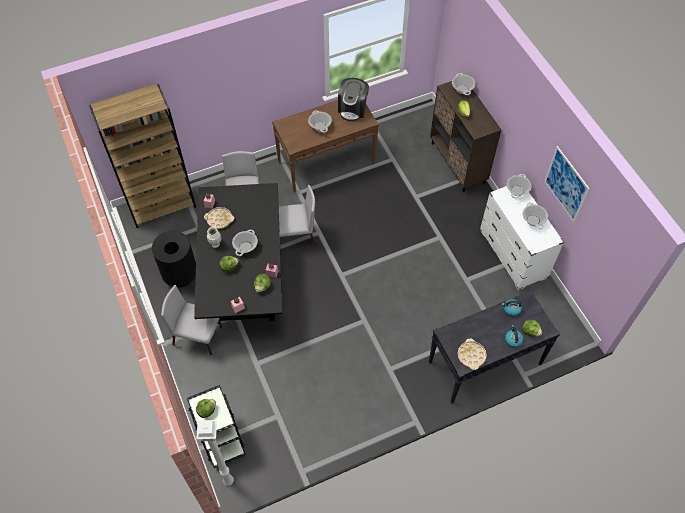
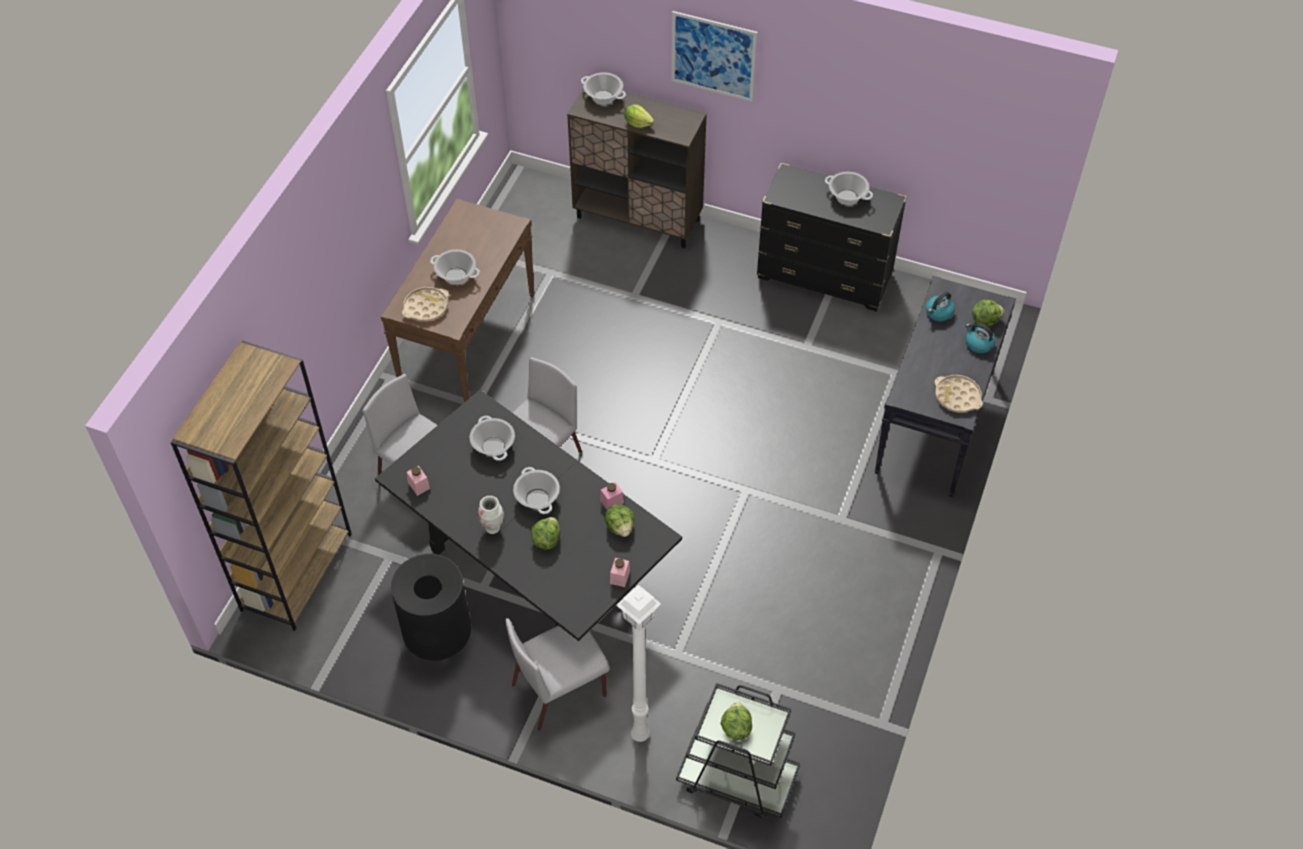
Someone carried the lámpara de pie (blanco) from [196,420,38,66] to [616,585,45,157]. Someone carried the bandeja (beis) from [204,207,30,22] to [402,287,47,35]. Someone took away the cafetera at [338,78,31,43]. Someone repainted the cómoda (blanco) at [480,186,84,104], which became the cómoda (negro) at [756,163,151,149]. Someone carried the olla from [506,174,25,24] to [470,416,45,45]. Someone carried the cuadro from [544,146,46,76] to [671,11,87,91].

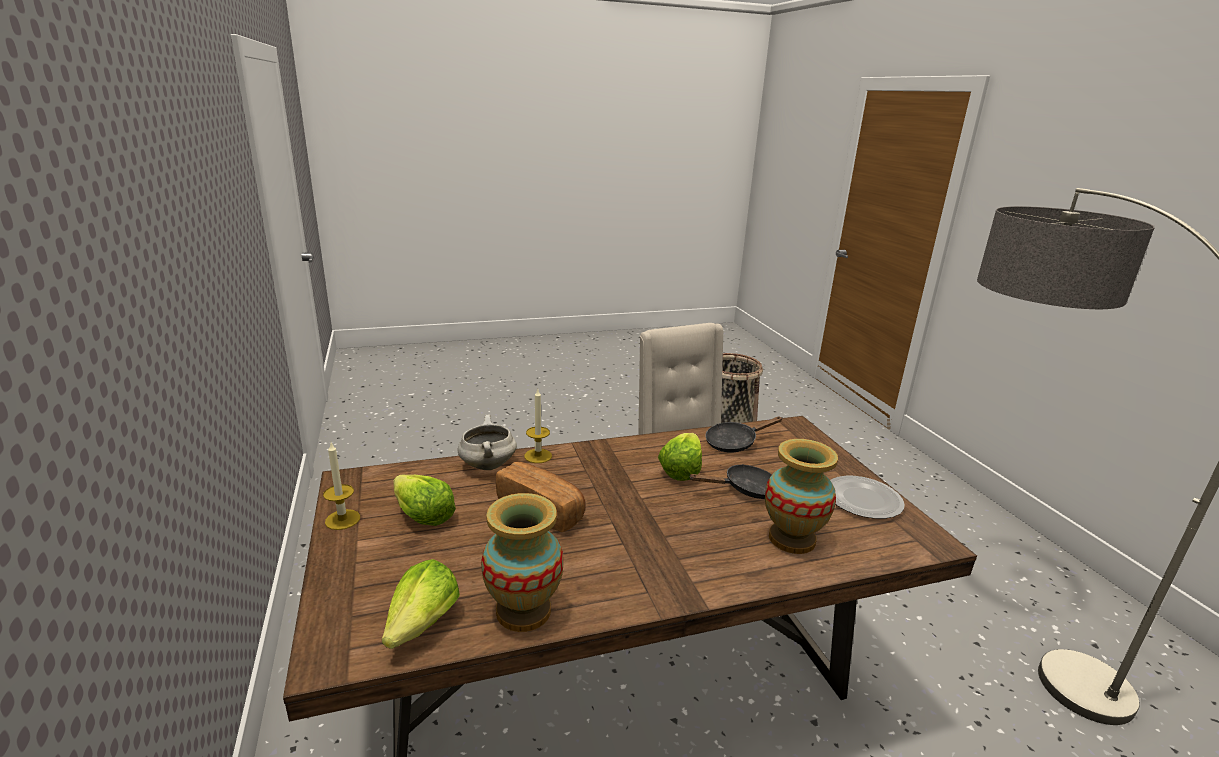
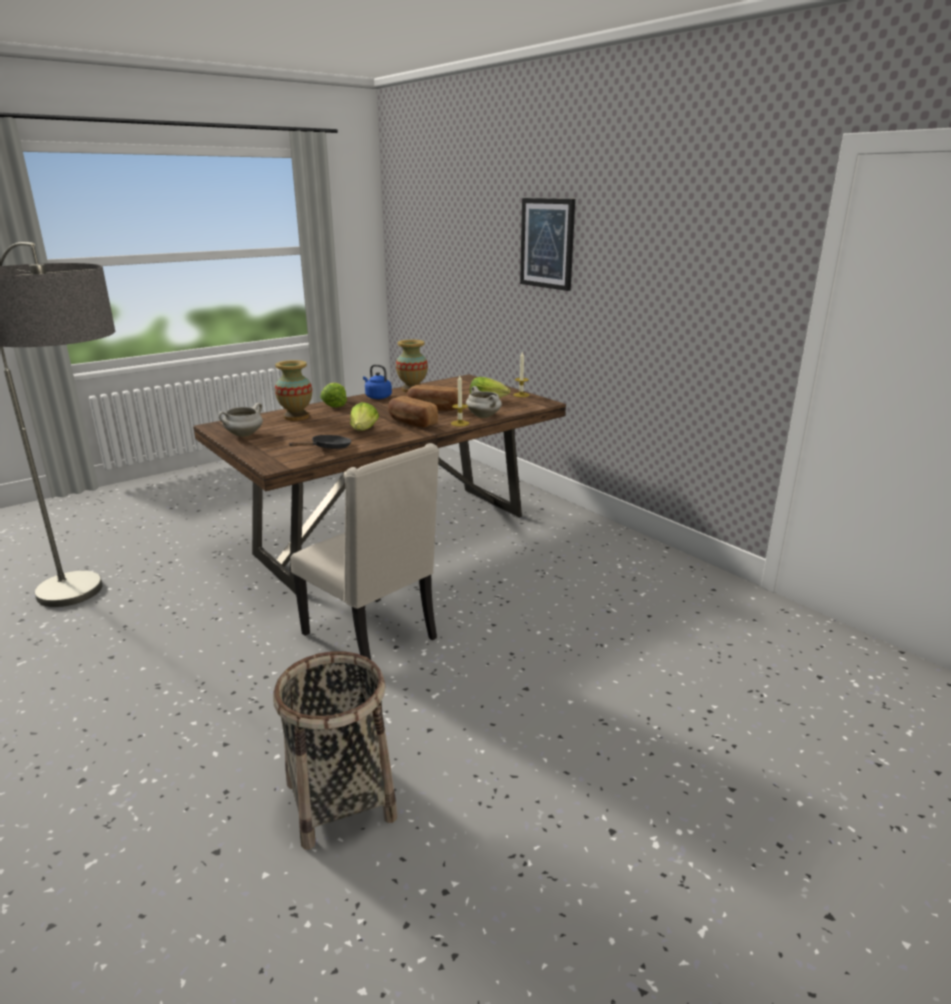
Someone carried the lechuga from [382,559,78,90] to [320,383,27,25]. Someone took away the sartén (negro) at [689,464,83,35]. Someone swapped the plato at [830,476,75,43] for the olla (blanco) at [218,403,45,34]. Someone put down the hervidor (azul) at [363,364,29,35]. Someone put down the pan at [388,396,50,32]. Someone put up the cuadro at [520,198,55,93].

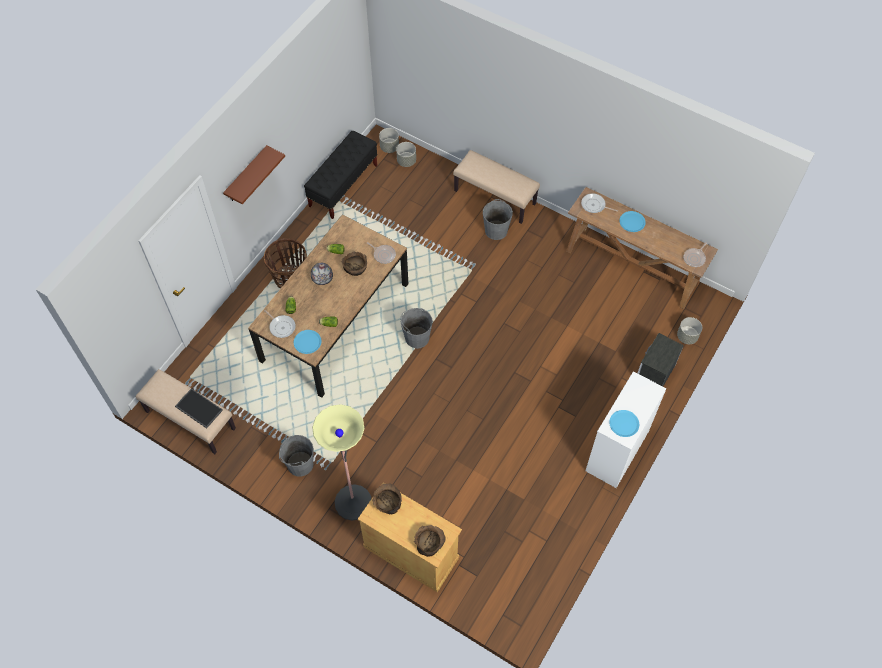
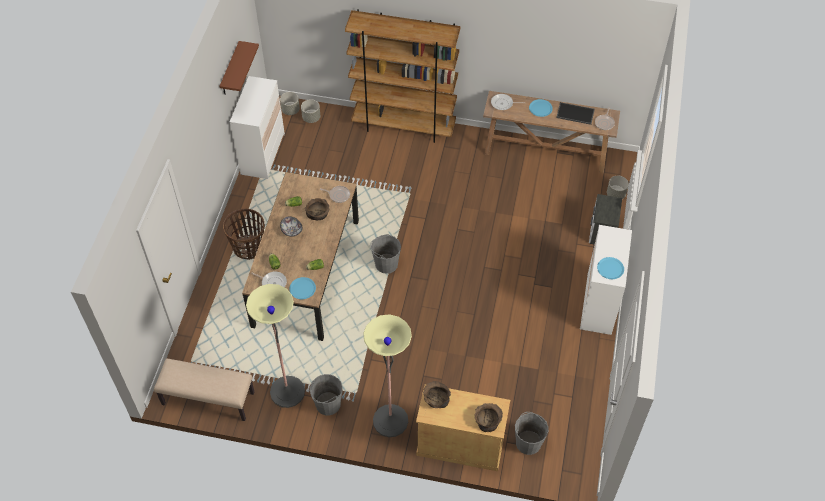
Someone carried the bandeja from [175,388,48,41] to [556,102,39,23]. Someone carried the estante (marrón) from [223,145,62,59] to [219,41,40,54]. Someone swapped the banco (negro) at [304,131,74,88] for the cómoda (blanco) at [230,76,55,103]. Someone swapped the banco (beis) at [453,150,87,74] for the estantería (marrón) at [345,9,115,134]. Someone carried the cubo (gris) from [483,199,30,41] to [515,412,33,43]. Someone put down the lámpara de pie at [246,284,59,124].

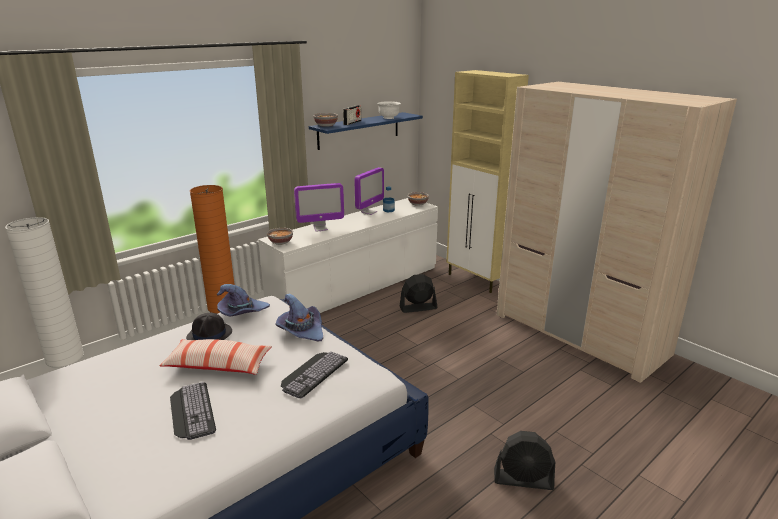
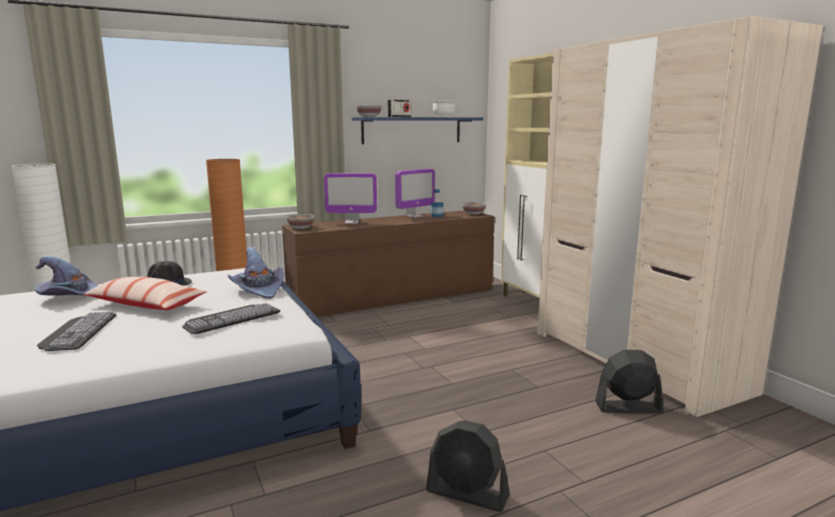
Someone carried the sombrero (morado) from [217,284,53,32] to [35,256,64,40]. Someone repainted the cómoda (blanco) at [258,198,180,115], which became the cómoda (marrón) at [282,211,213,106]. Someone carried the ventilador (negro) from [399,274,39,39] to [595,350,69,64].

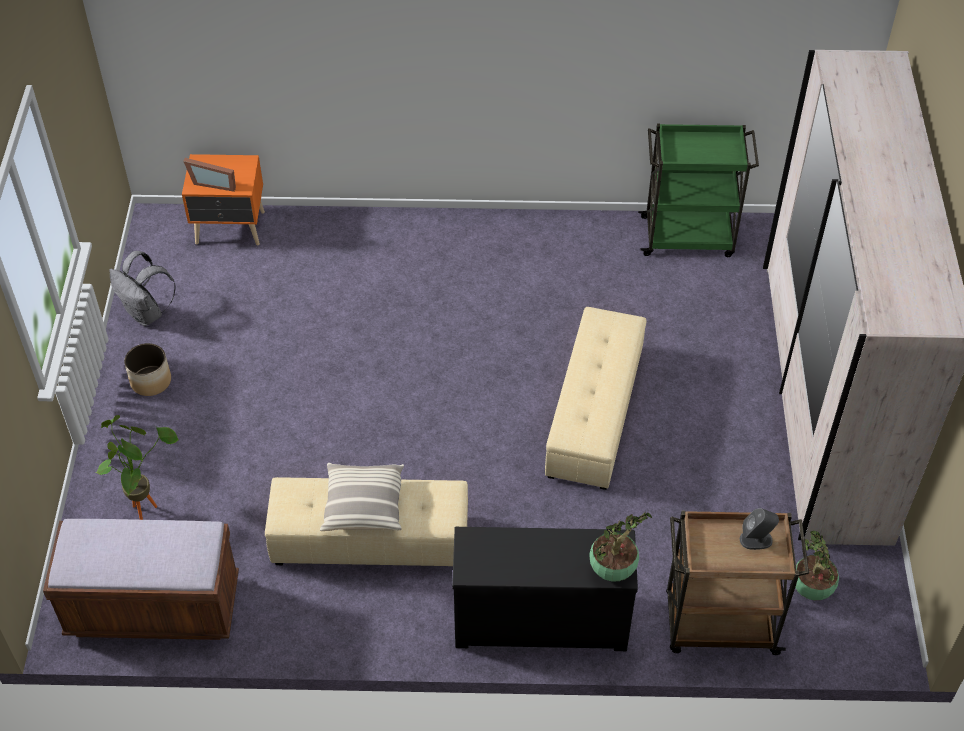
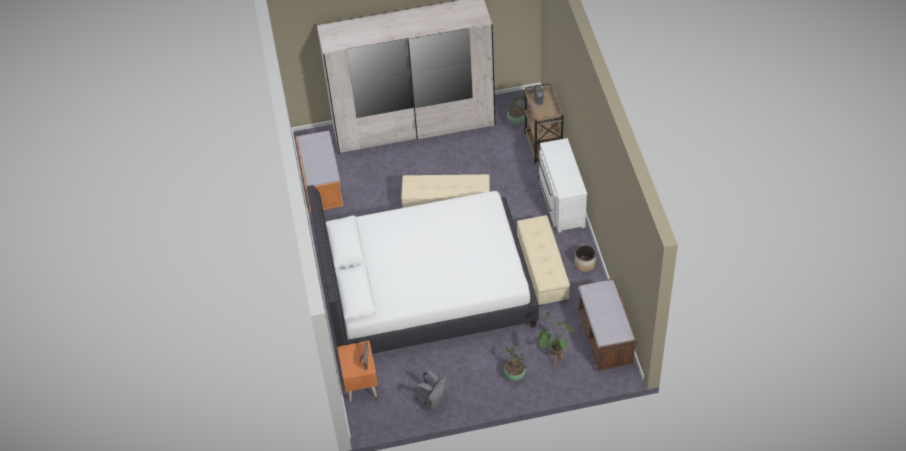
Someone carried the maceta from [124,343,47,53] to [575,245,21,27]. Someone took away the cojín at [320,463,84,68]. Someone repainted the cómoda (negro) at [452,527,186,124], which became the cómoda (blanco) at [538,138,49,95]. Someone carried the planta en maceta from [589,513,63,68] to [504,345,23,36]. Someone swapped the carrito (verde) at [638,123,121,134] for the banco (naranja) at [296,130,48,82]. Someone put down the cama (blanco) at [307,185,232,169].

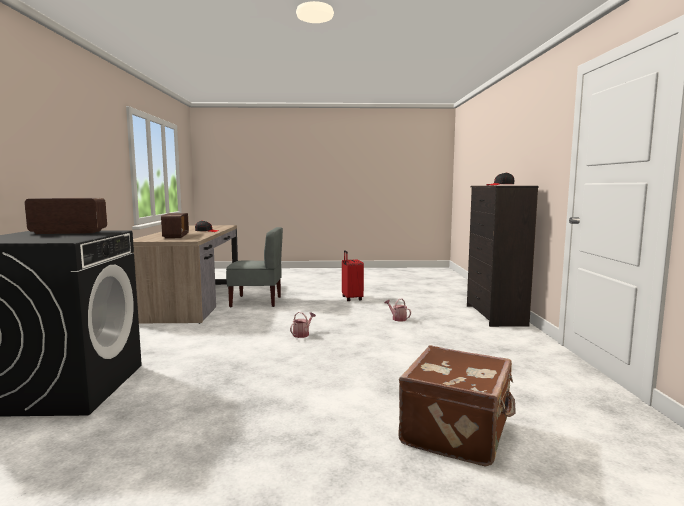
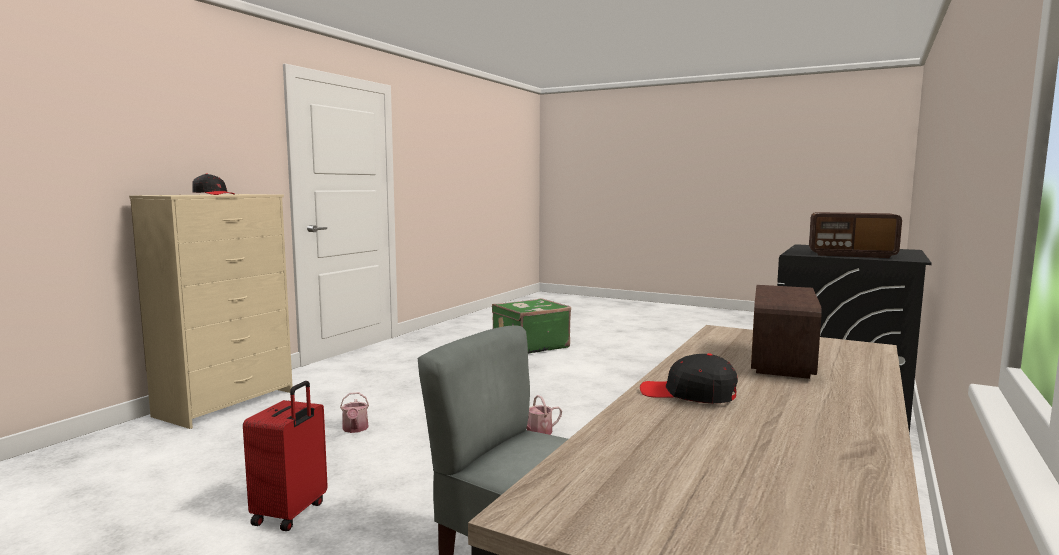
Someone repainted the maleta (marrón) at [398,345,118,122], which became the maleta (verde) at [492,298,79,56]. Someone repainted the cómoda (negro) at [467,186,72,141], which became the cómoda (beis) at [129,194,164,235].

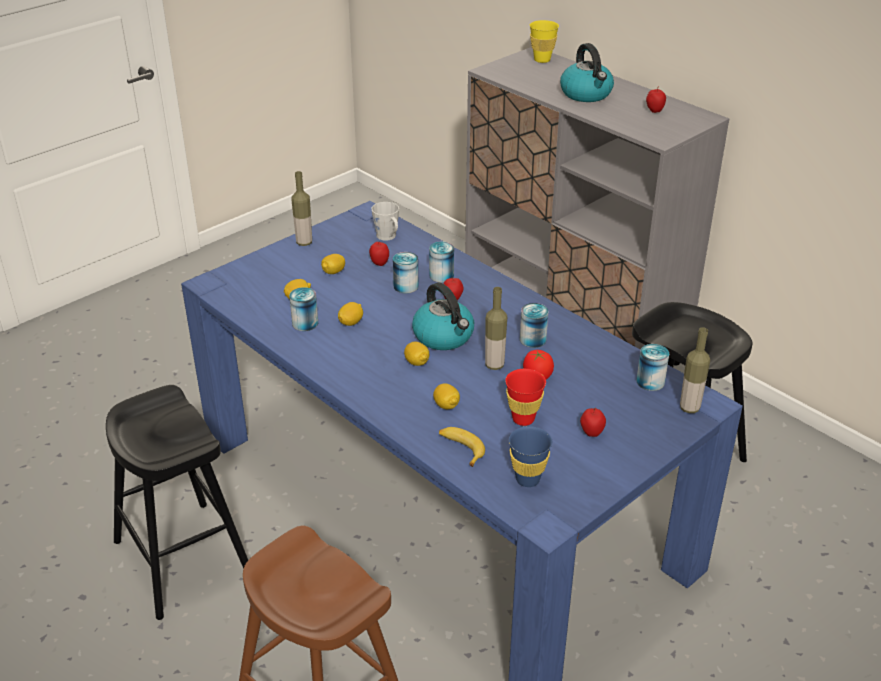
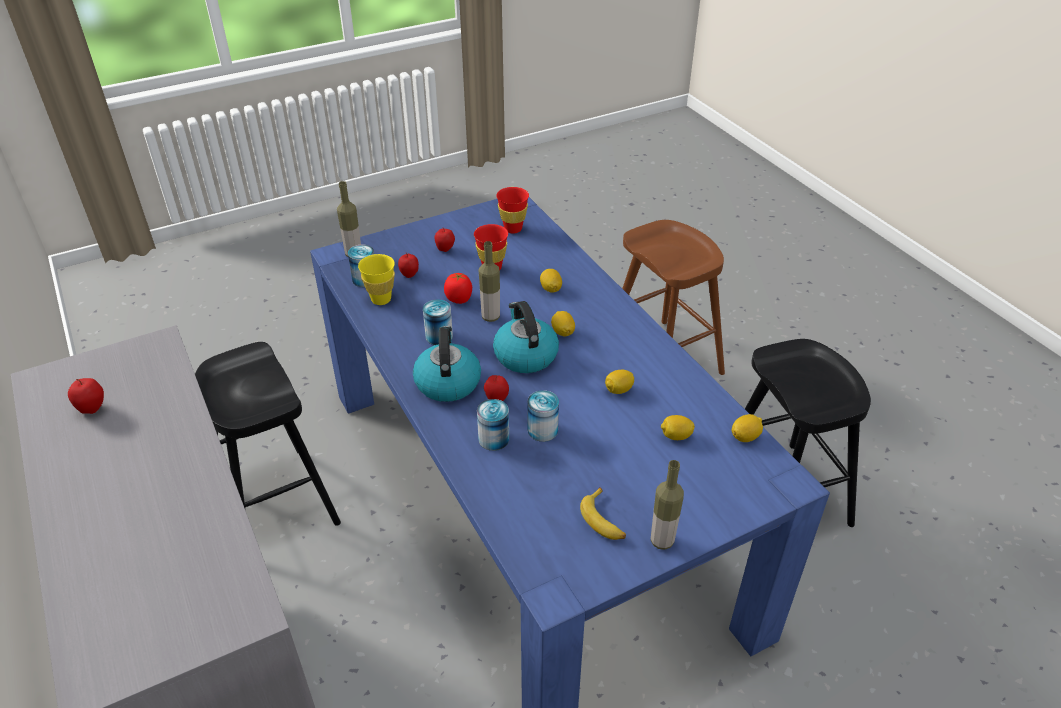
Someone took away the lata at [289,287,29,44]. Someone carried the limón from [321,254,24,20] to [732,414,31,28]. Someone carried the manzana from [369,241,20,25] to [398,253,21,25]. Someone took away the taza grande (gris) at [371,202,28,39]. Someone carried the plátano from [439,427,46,40] to [580,487,46,53]. Someone repainted the taza (azul) at [509,426,43,61], which became the taza (rojo) at [496,187,33,47]. Someone carried the taza (amarillo) from [530,20,29,43] to [358,254,37,51]. Someone carried the hervidor from [560,43,54,59] to [413,326,68,76].

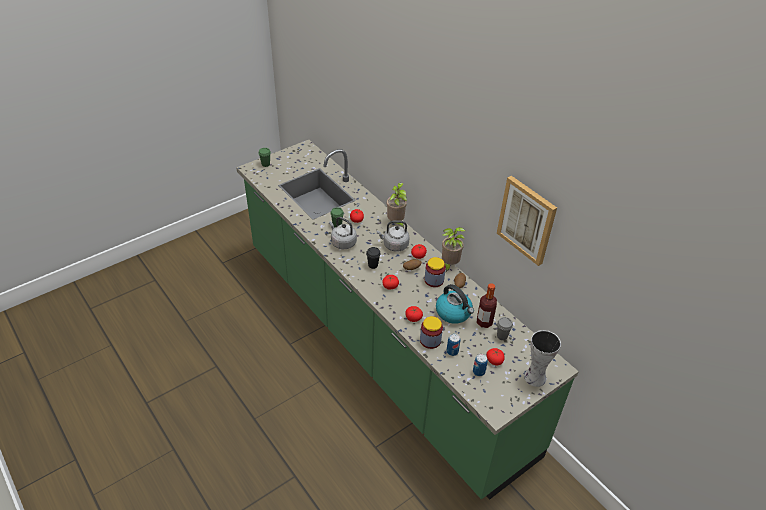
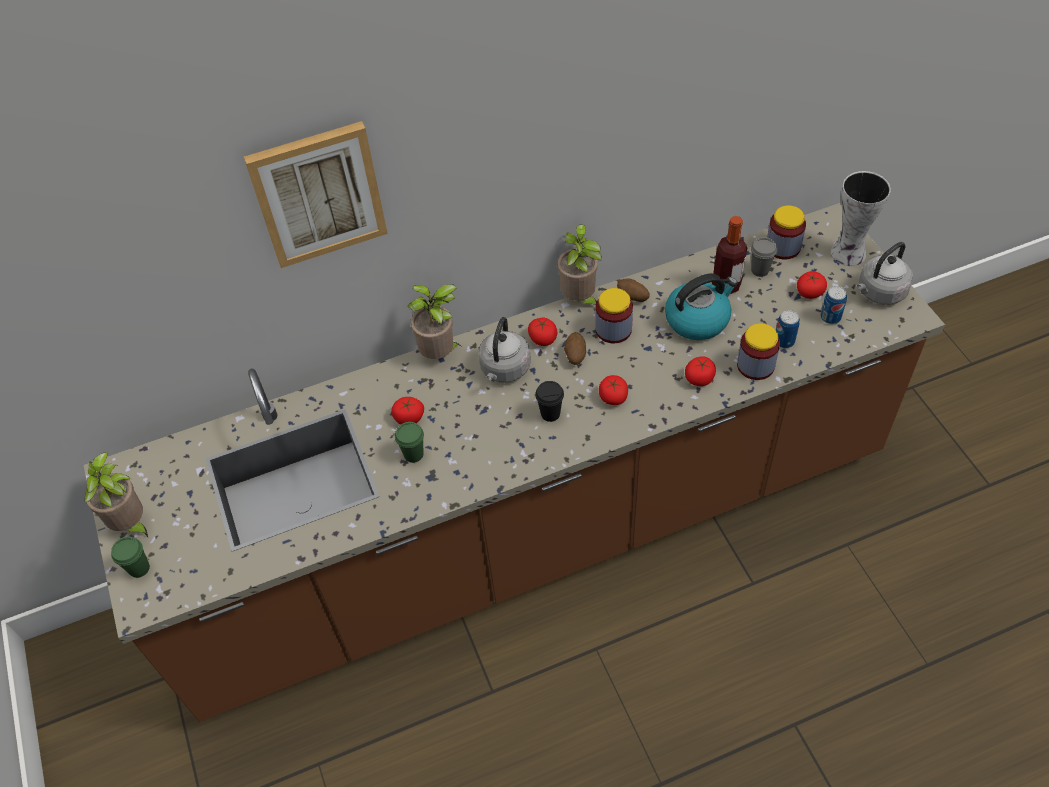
Someone repainted the mueble bajo de cocina (verde) at [236,140,343,360], which became the mueble bajo de cocina (marrón) at [84,203,861,519]. Someone carried the hervidor (gris) from [329,217,28,32] to [857,242,56,63]. Someone carried the cuadro from [497,176,60,90] to [244,121,144,147]. Someone put down the planta en maceta at [84,452,64,85]. Someone put down the tarro at [767,205,39,54].

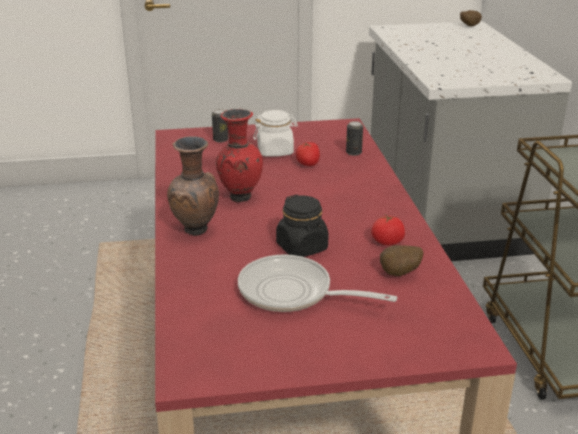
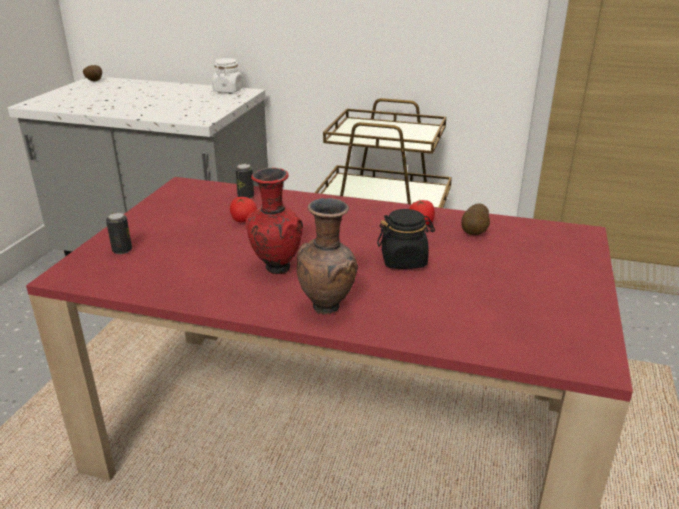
Someone took away the sartén at [238,254,159,58]. Someone carried the tarro (blanco) from [253,110,45,47] to [212,58,31,35].

